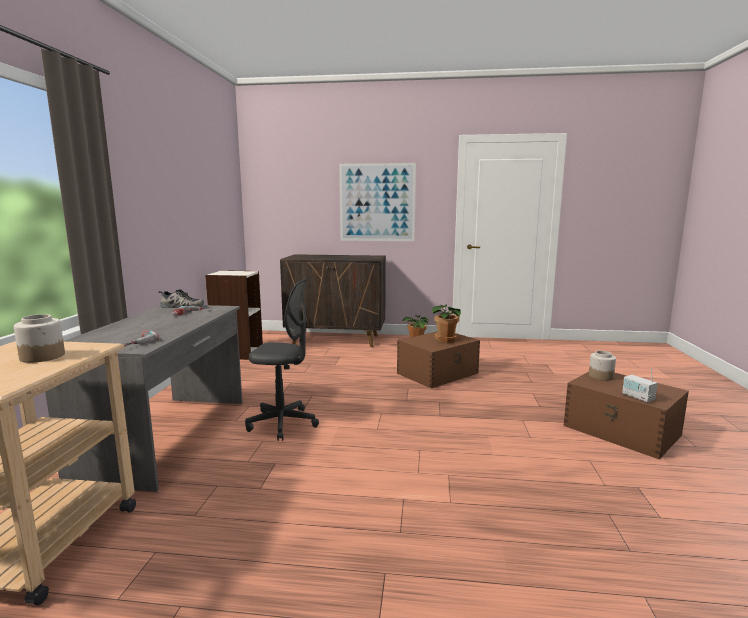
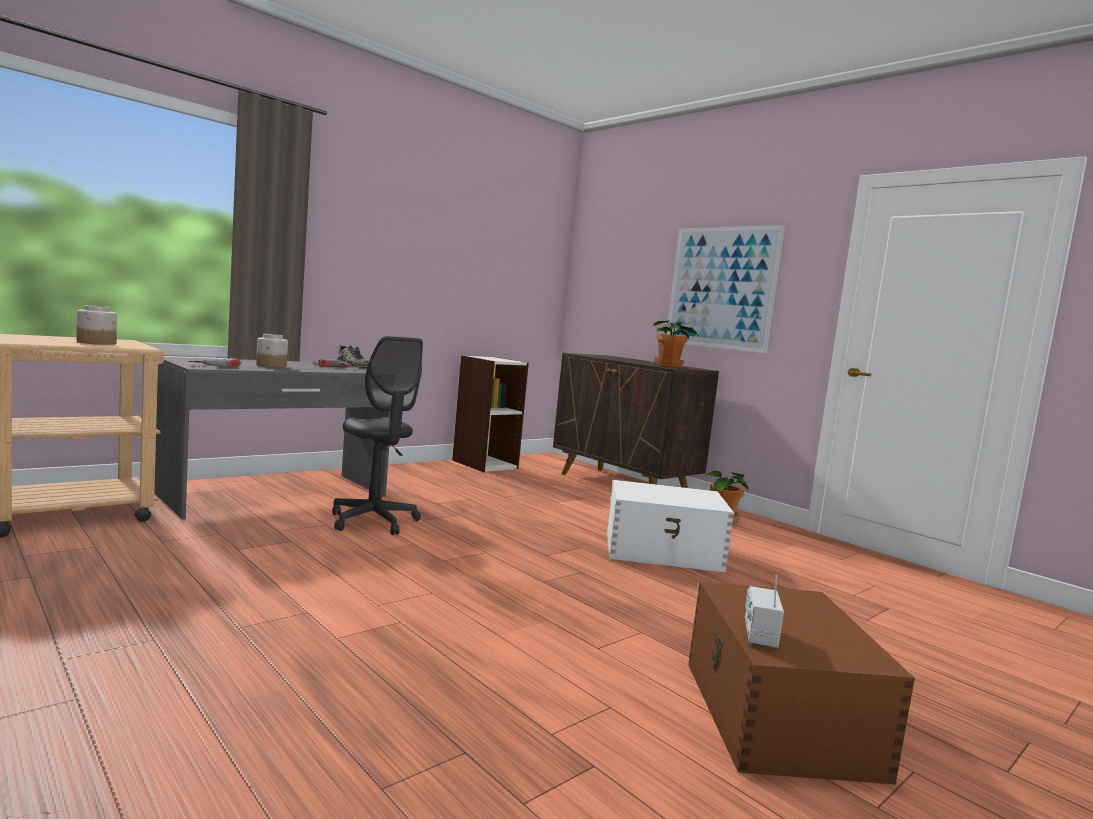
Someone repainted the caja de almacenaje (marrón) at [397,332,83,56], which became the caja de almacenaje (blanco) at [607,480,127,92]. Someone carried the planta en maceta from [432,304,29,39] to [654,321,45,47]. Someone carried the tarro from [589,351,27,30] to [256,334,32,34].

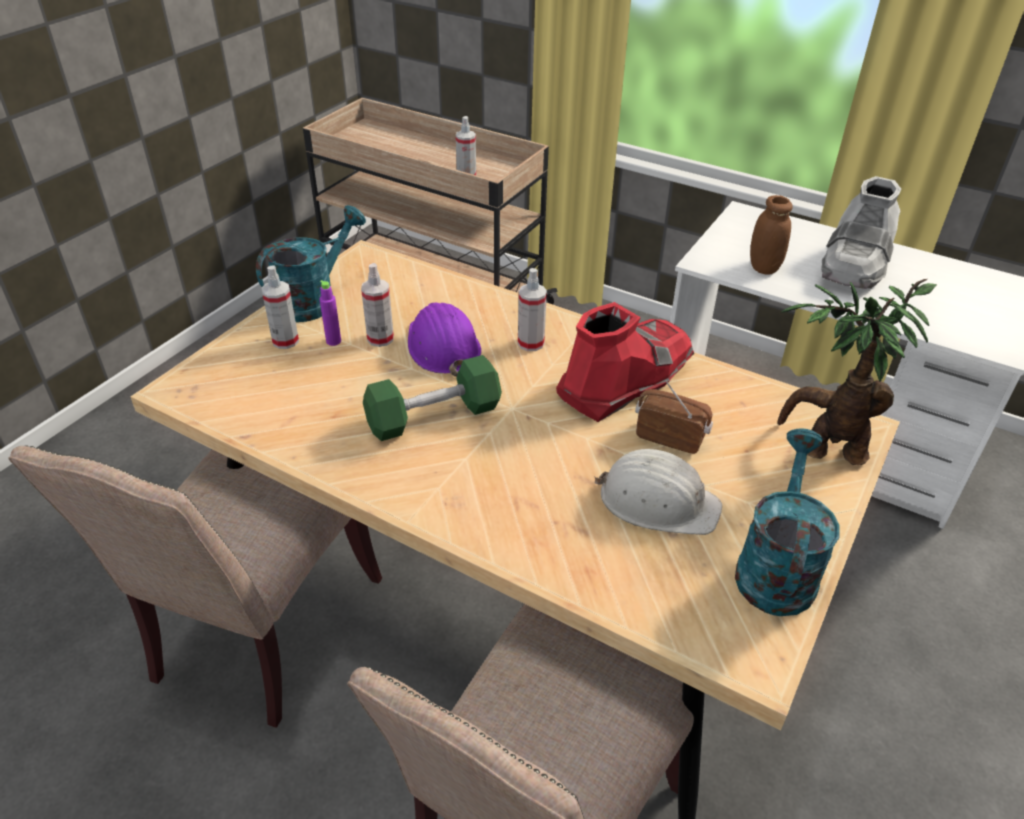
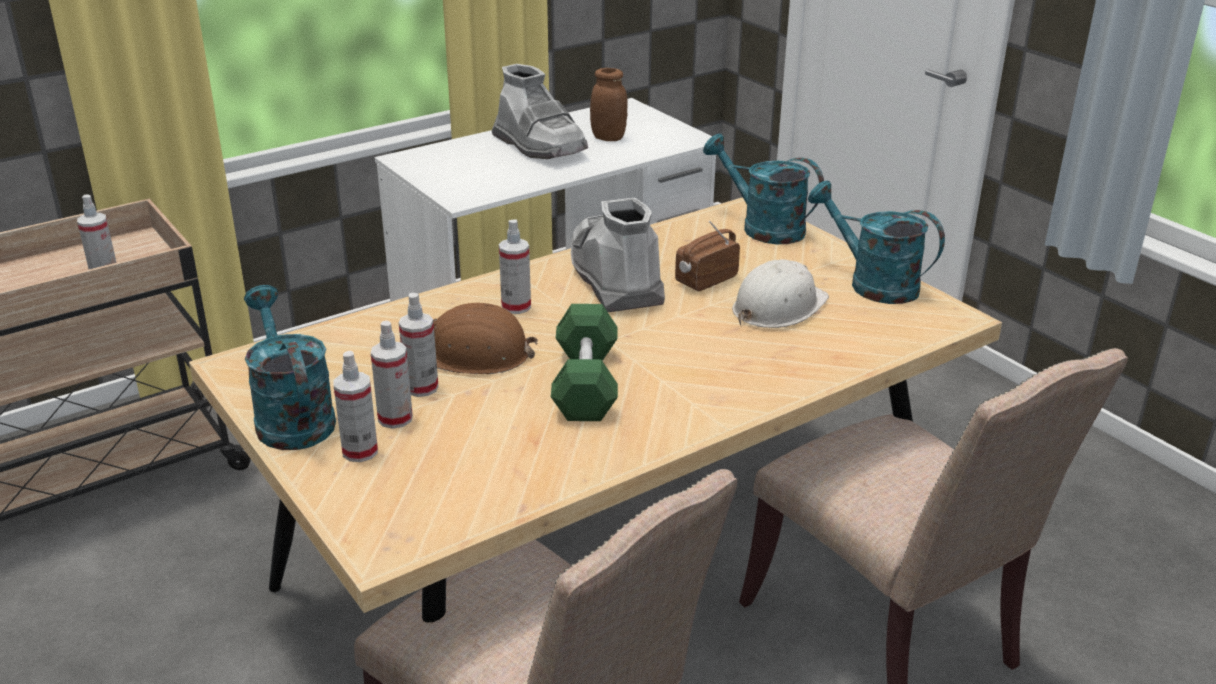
Someone swapped the botella (morado) at [320,280,21,66] for the pulverizador at [371,321,42,108]. Someone repainted the casco (morado) at [408,303,73,74], which became the casco (marrón) at [433,302,105,72]. Someone repainted the bota (rojo) at [556,302,138,120], which became the bota (gris) at [571,197,94,115]. Someone carried the tarro (marrón) from [750,195,43,80] to [590,68,38,73]. Someone swapped the planta en maceta at [777,279,160,186] for the regadera (turquesa) at [703,134,121,110].

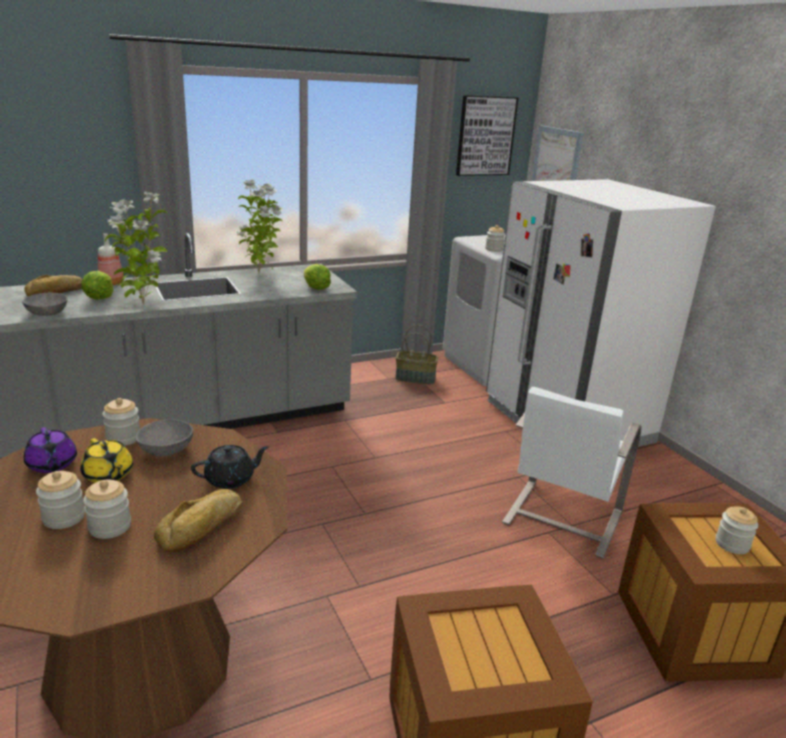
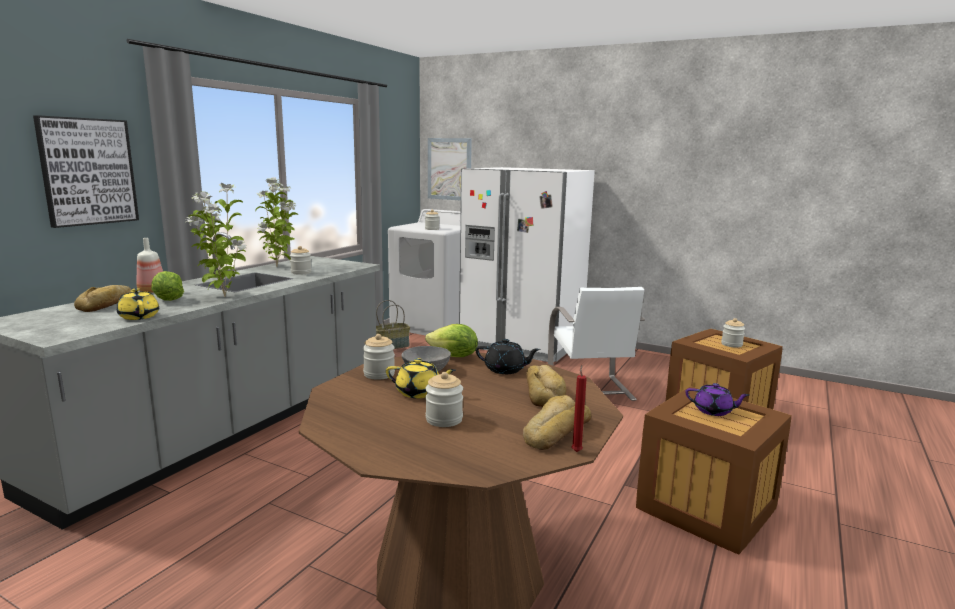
Someone swapped the cuenco (gris) at [22,293,46,23] for the tetera (amarillo) at [117,288,42,32]. Someone carried the tetera (morado) from [24,427,53,46] to [685,383,65,33]. Someone carried the tarro from [83,479,48,60] to [290,246,21,29]. Someone rotated the tetera (negro) at [191,445,78,44] by 75 degrees clockwise. Someone carried the lechuga from [304,264,27,26] to [425,324,53,33]. Someone carried the cuadro from [456,95,63,81] to [33,115,106,113]. Someone put down the pan at [523,395,68,55]. Someone put down the vela (rojo) at [572,365,15,87].

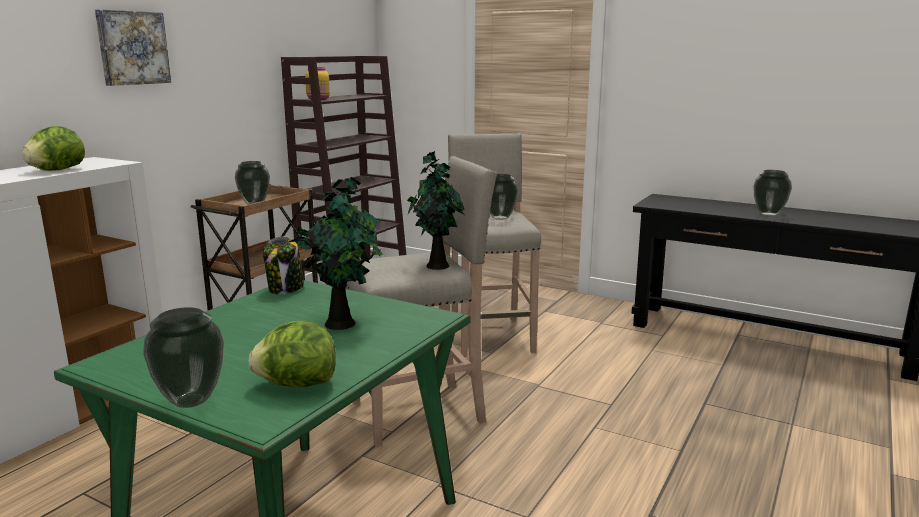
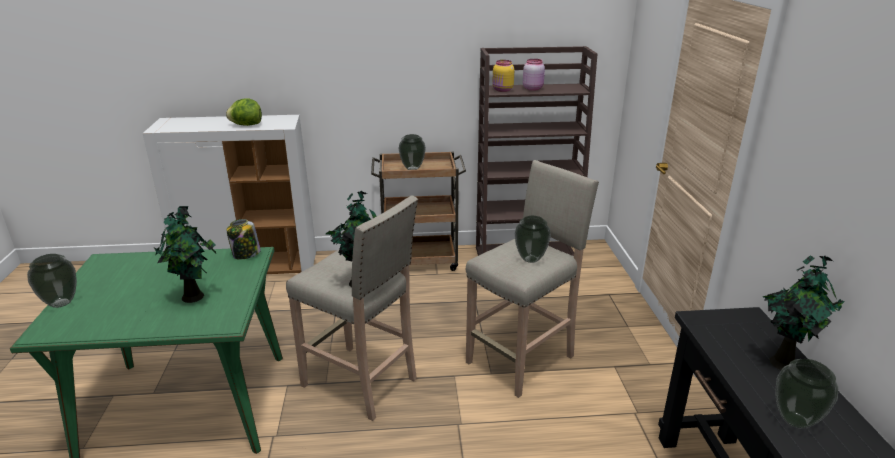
Someone took away the cuadro at [95,9,76,77]. Someone took away the lechuga at [249,321,87,66]. Someone put down the tarro (rosa) at [523,59,22,32]. Someone put down the planta en maceta at [763,255,82,115].

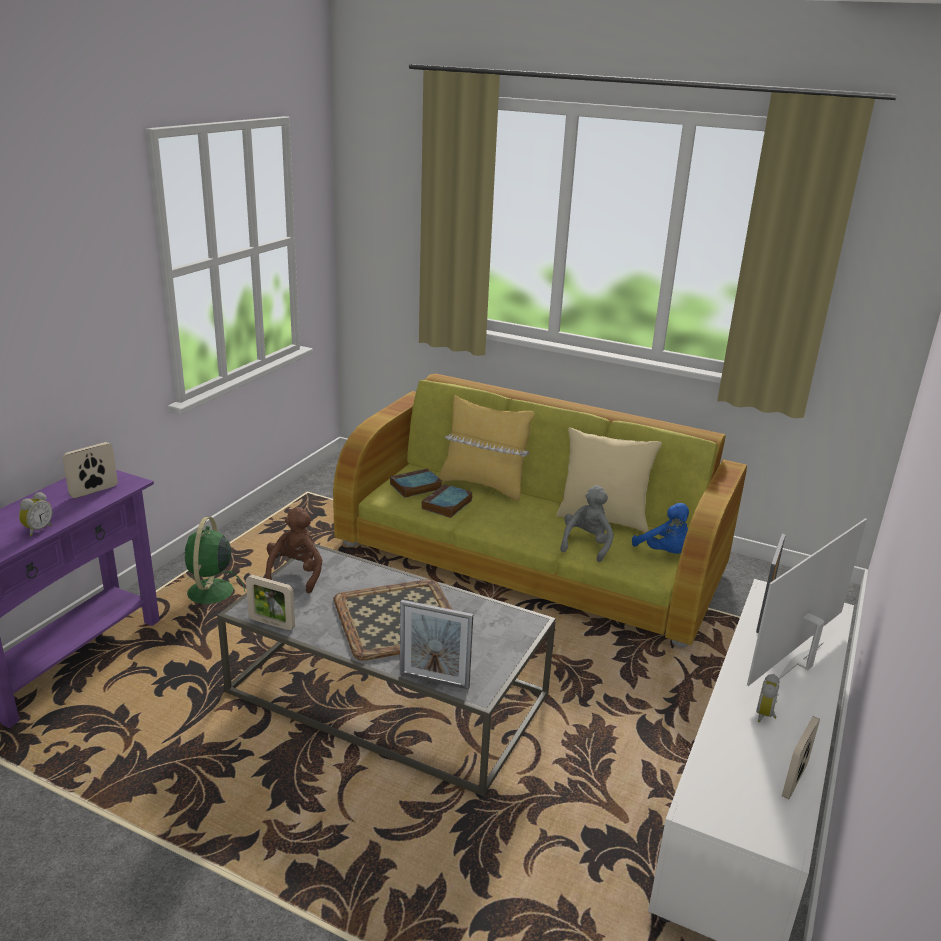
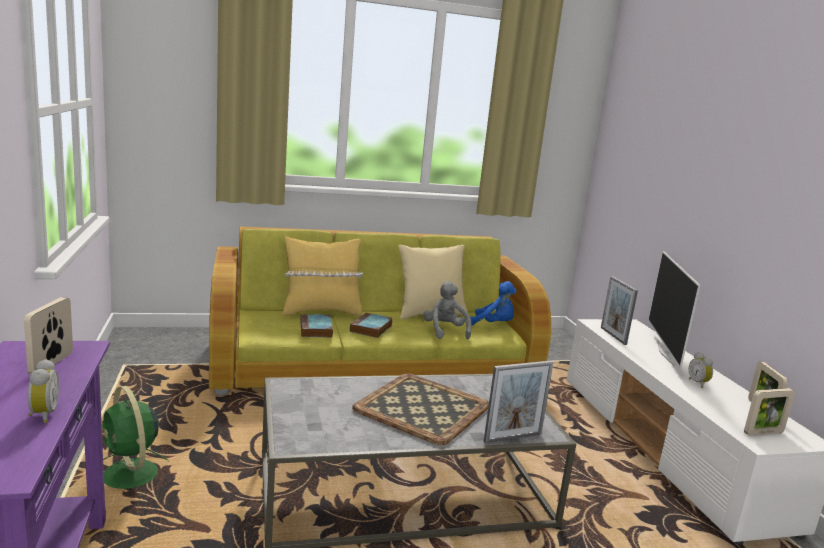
Someone carried the portarretratos from [246,575,49,56] to [744,388,51,48]. Someone took away the peluche (marrón) at [265,507,58,87]. Someone carried the libro from [390,468,52,30] to [350,312,42,26].

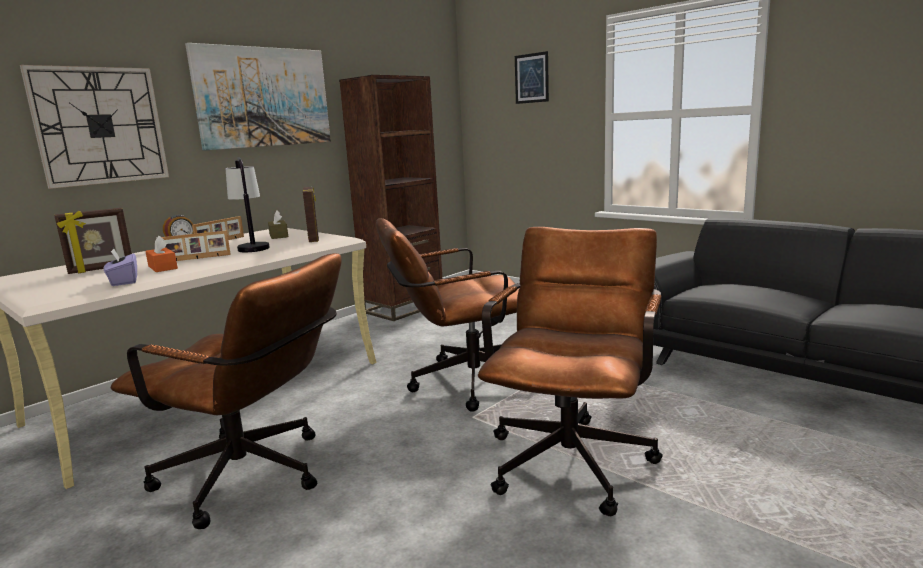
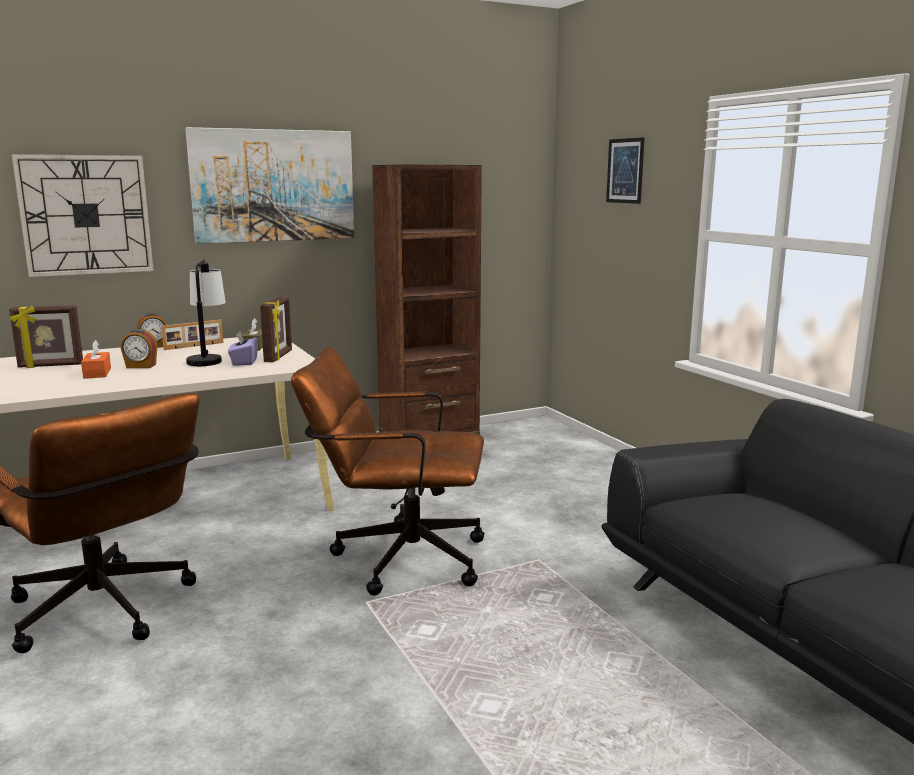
Someone carried the caja de pañuelos (morado) from [104,248,33,38] to [228,332,30,33]. Someone swapped the portarretratos at [162,230,69,31] for the despertador at [120,329,38,39]. Someone took away the silla de oficina (marrón) at [478,227,185,289].

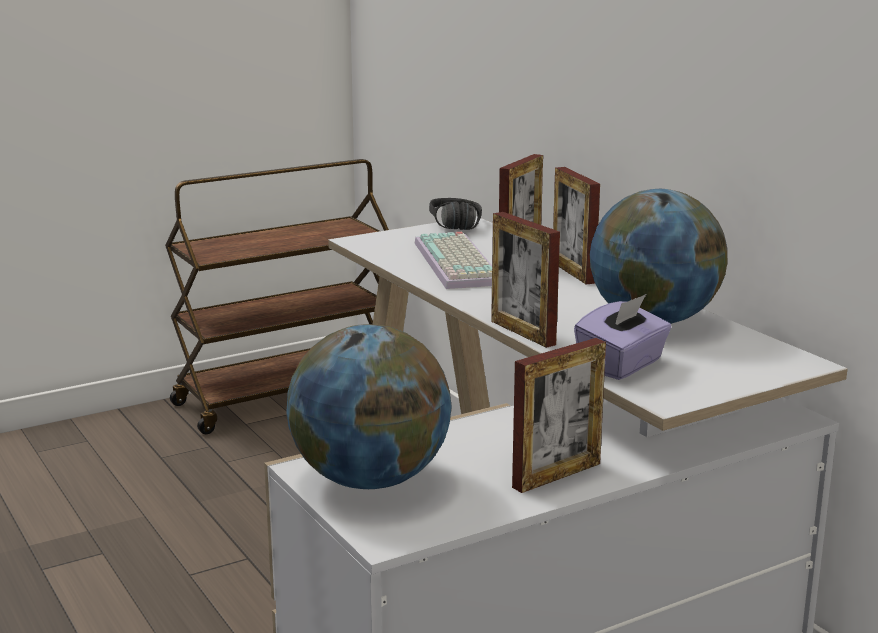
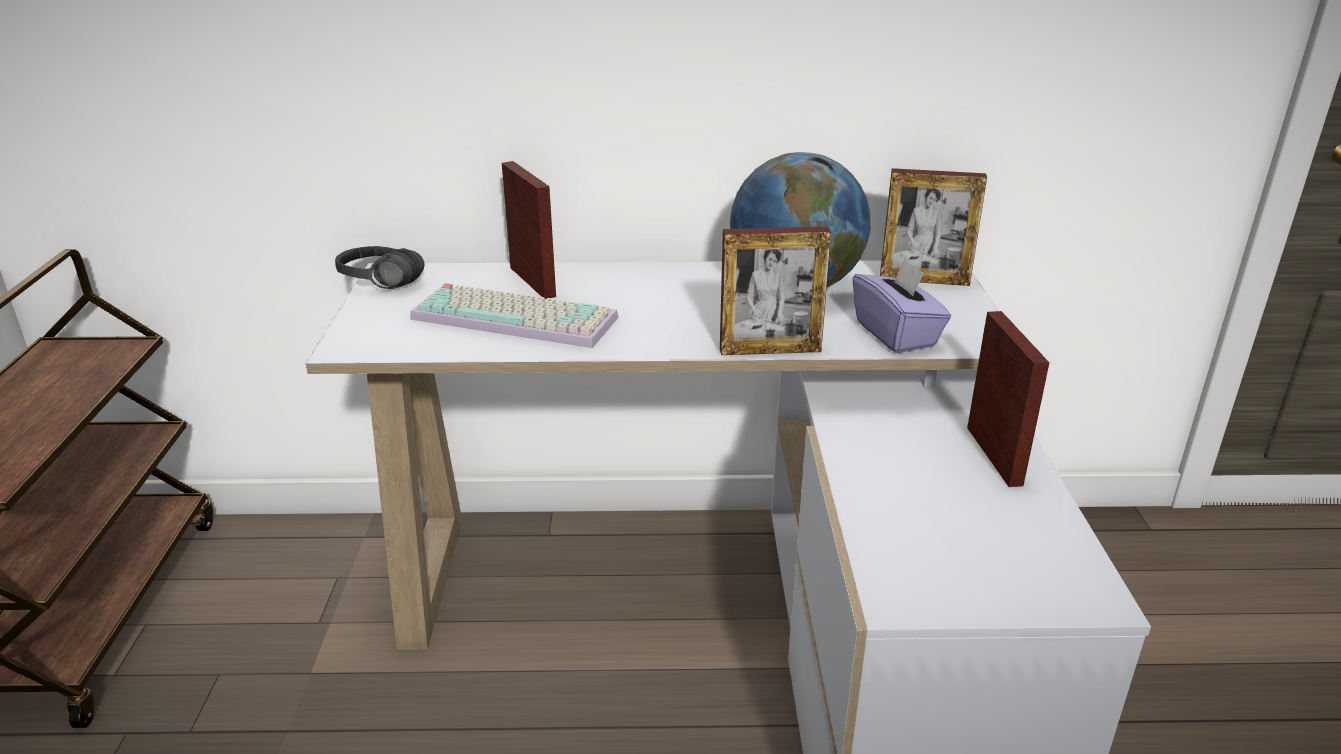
Someone took away the globo terráqueo at [286,324,166,165]. Someone carried the portarretratos from [553,167,47,117] to [880,168,107,118].

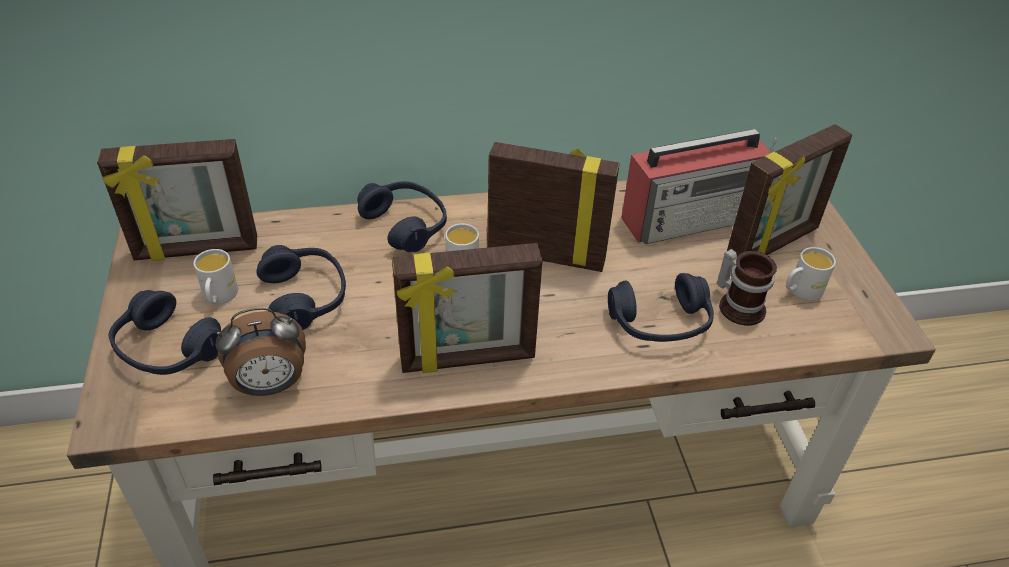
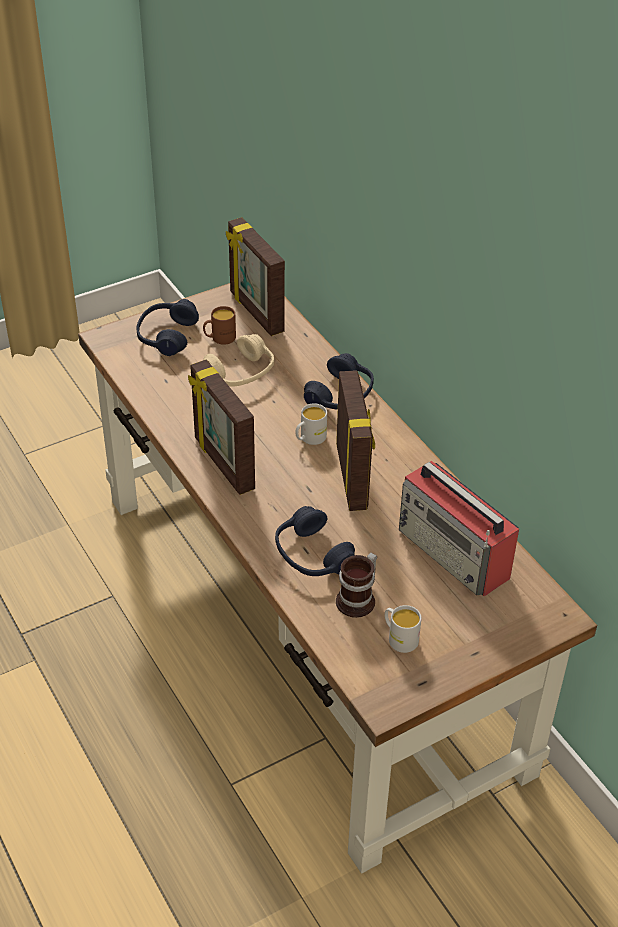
Someone repainted the taza grande (blanco) at [194,249,44,55], which became the taza grande (marrón) at [203,306,33,39]. Someone took away the despertador at [215,307,91,89]. Someone repainted the auriculares (azul) at [256,245,90,85], which became the auriculares (beis) at [204,334,70,52]. Someone took away the portarretratos at [727,124,126,133].

